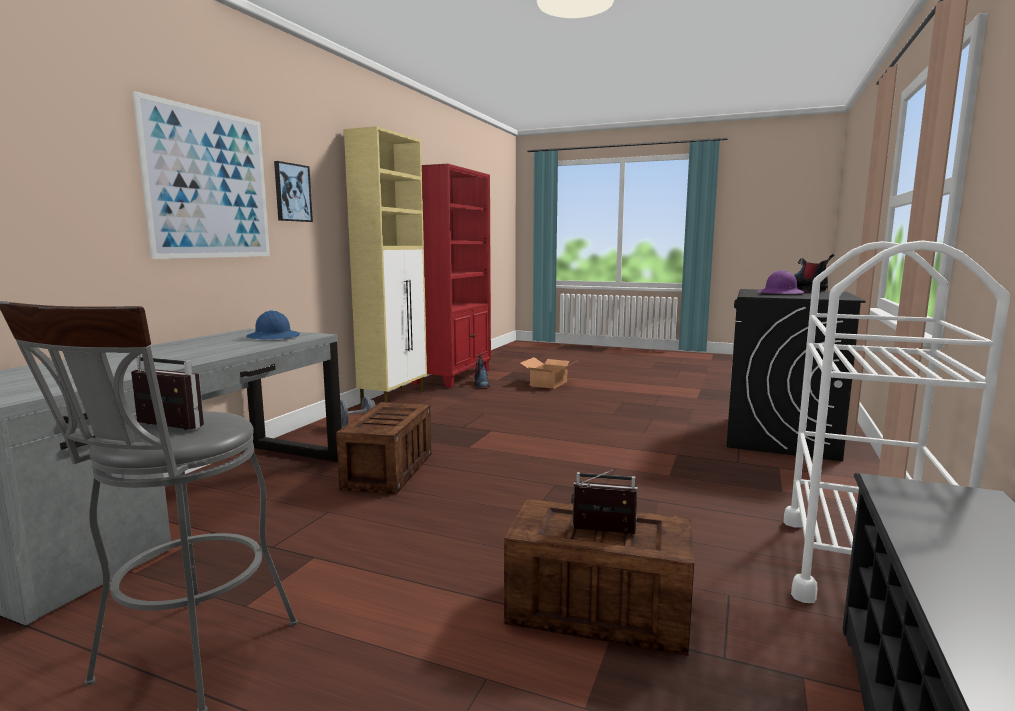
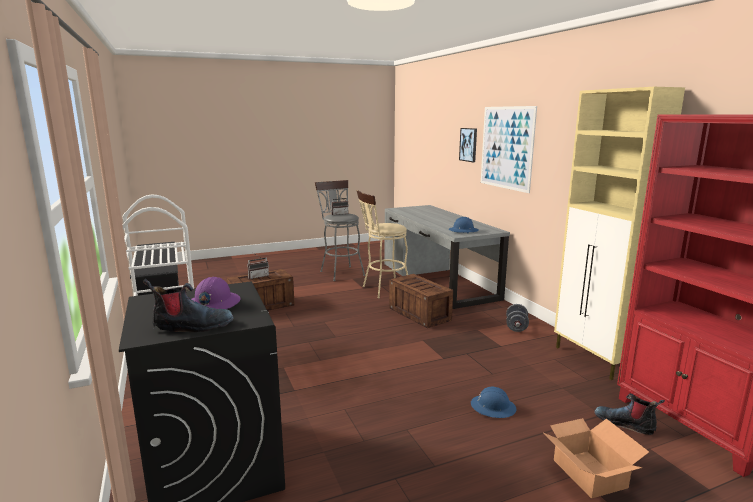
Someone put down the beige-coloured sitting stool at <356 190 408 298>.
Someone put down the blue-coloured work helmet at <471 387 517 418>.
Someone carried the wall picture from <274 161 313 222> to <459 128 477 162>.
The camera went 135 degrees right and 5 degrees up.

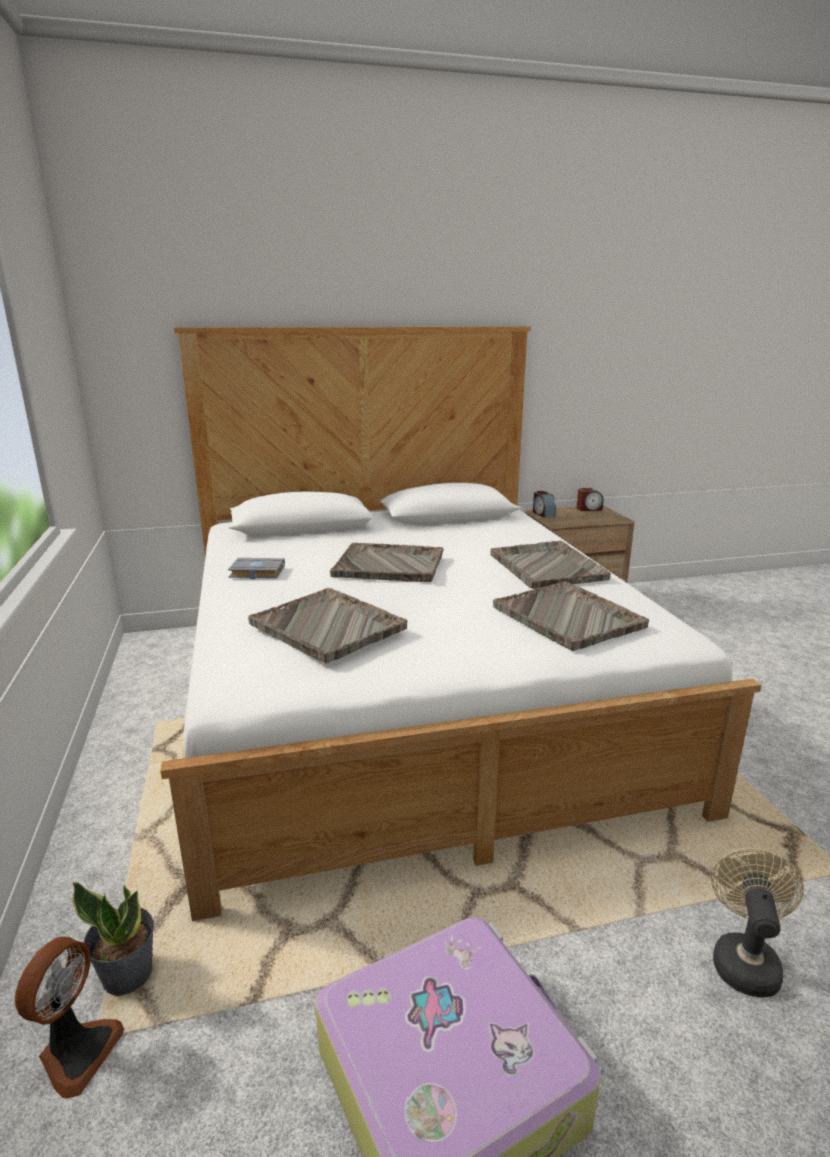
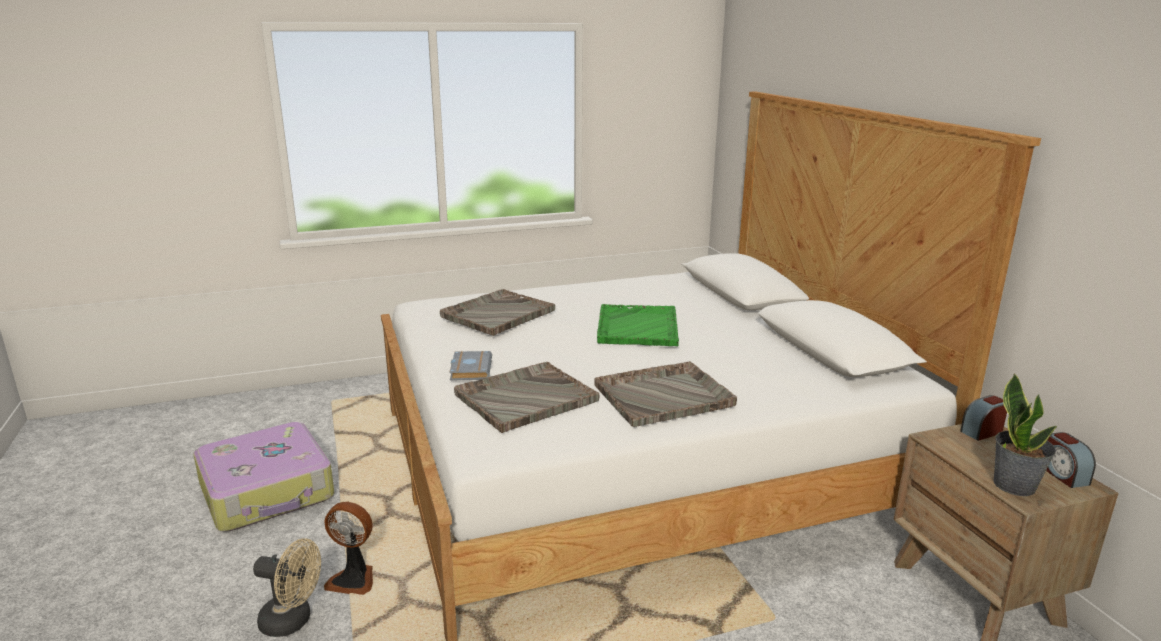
Someone carried the cooling fan from <15 937 125 1099> to <324 502 373 595>.
Someone carried the potted plant from <73 882 154 996> to <993 373 1057 496>.
Someone carried the grey book from <228 558 285 579> to <449 351 492 380>.
Someone repainted the grey serving tray at <330 543 444 582>, which became the green serving tray at <597 304 679 346>.
The camera went 85 degrees right and 0 degrees up.

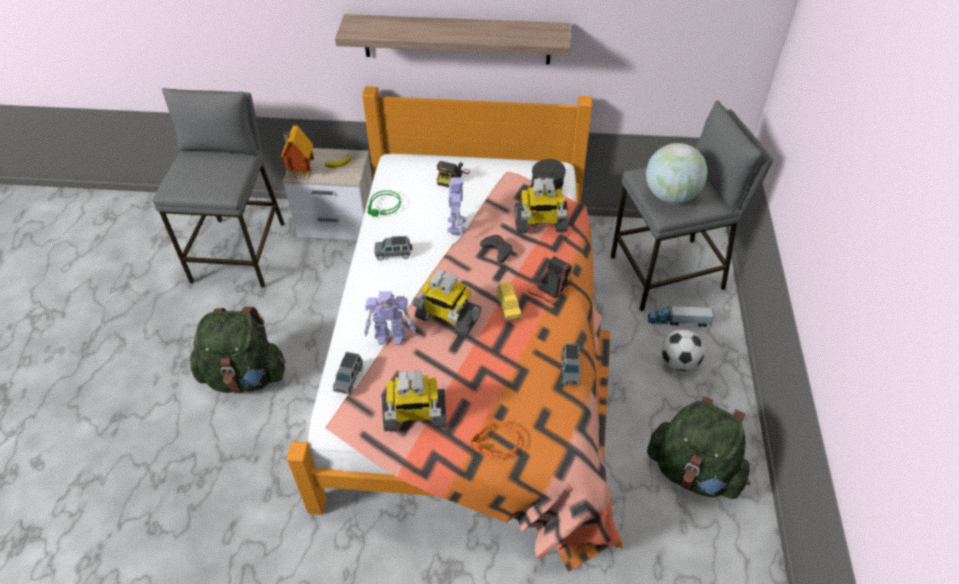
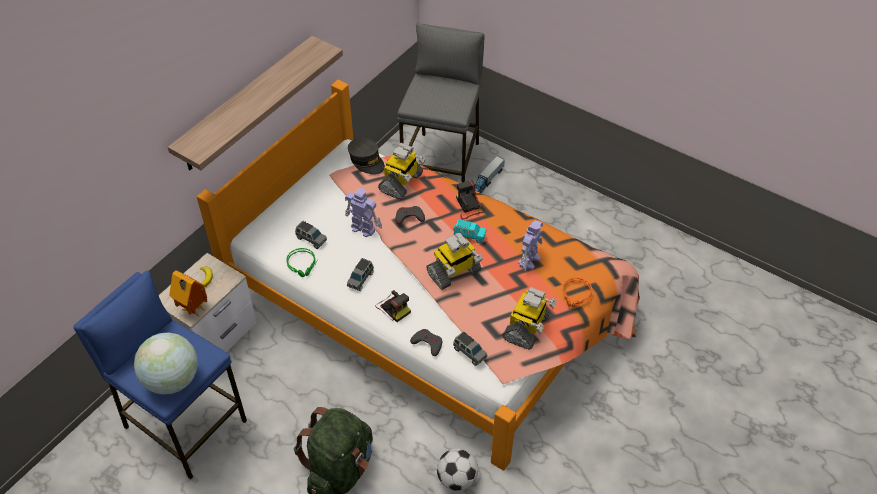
Someone took away the green backpack at <647 397 750 499>.
Someone put down the grey joypad at <410 329 442 356>.
Someone carried the robot figure from <364 291 416 345> to <518 220 543 271>.
Someone carried the photo camera from <437 161 470 187> to <375 290 411 322>.
Someone carried the grey miniature car from <561 344 581 385> to <295 221 327 249>.
Someone carried the globe from <646 143 708 203> to <134 333 198 395>.
Someone carried the ball for football from <661 329 705 371> to <437 448 478 491>.
Someone repainted the grey sitting stool at <153 88 285 288>, which became the blue-coloured sitting stool at <73 271 247 479>.
Someone repainted the yellow-coloured miniature car at <497 282 522 321>, which became the blue-green miniature car at <453 219 486 244>.
The camera went 60 degrees left and 0 degrees up.

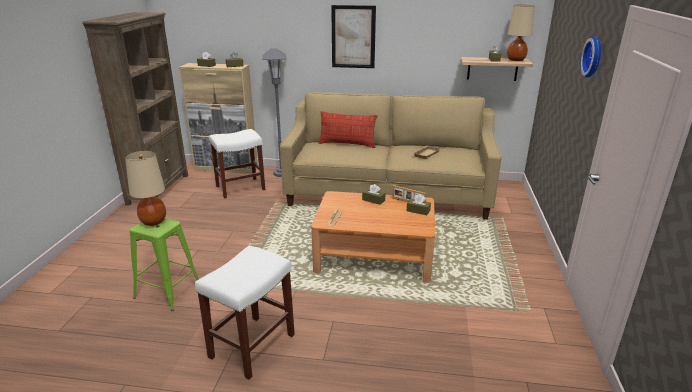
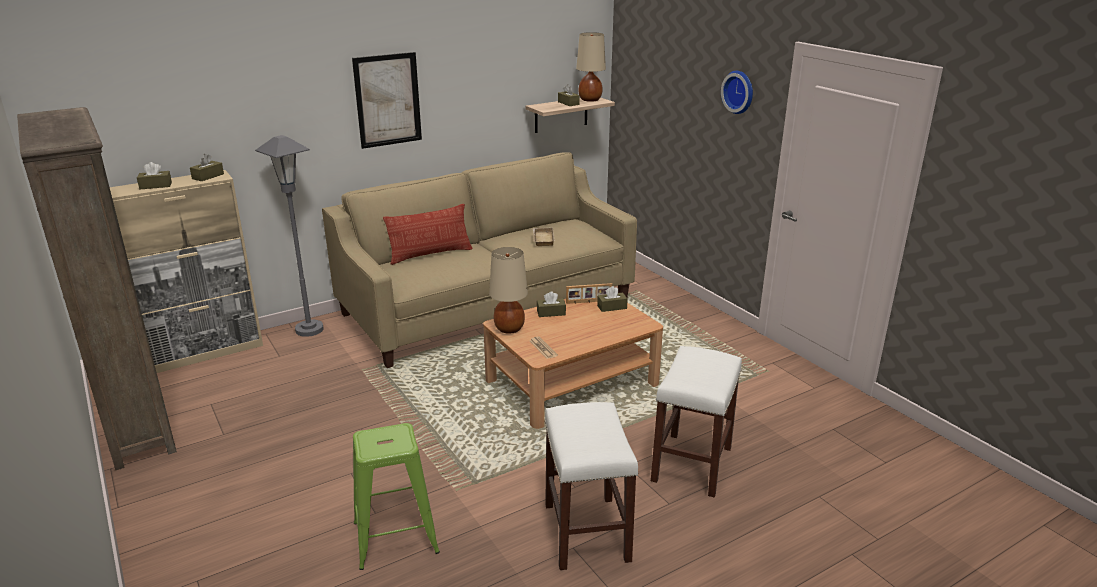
Someone carried the beige-coloured tabletop lamp from <125 151 166 226> to <489 247 528 334>.
Someone carried the white-coloured sitting stool from <209 129 265 198> to <651 346 742 498>.
The camera went 40 degrees left and 0 degrees up.

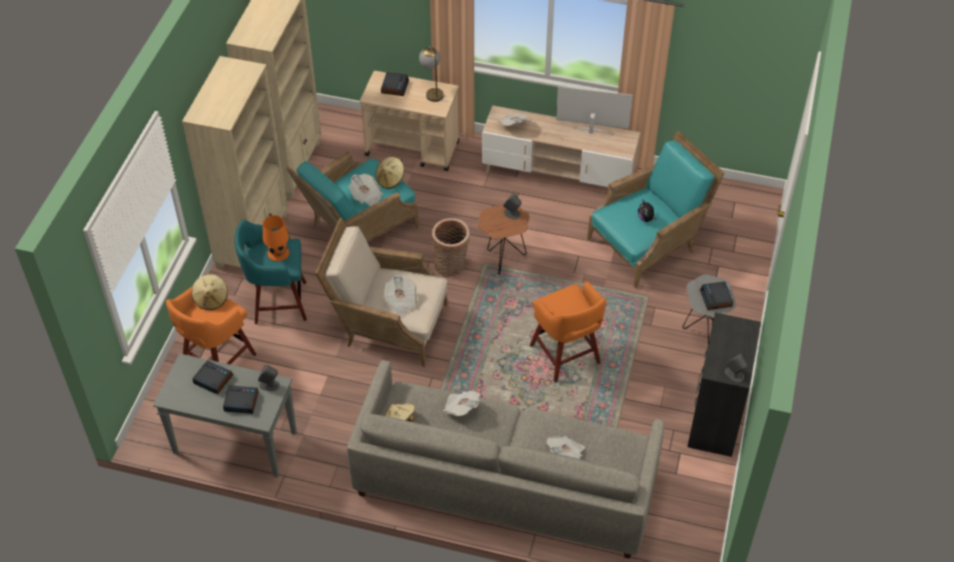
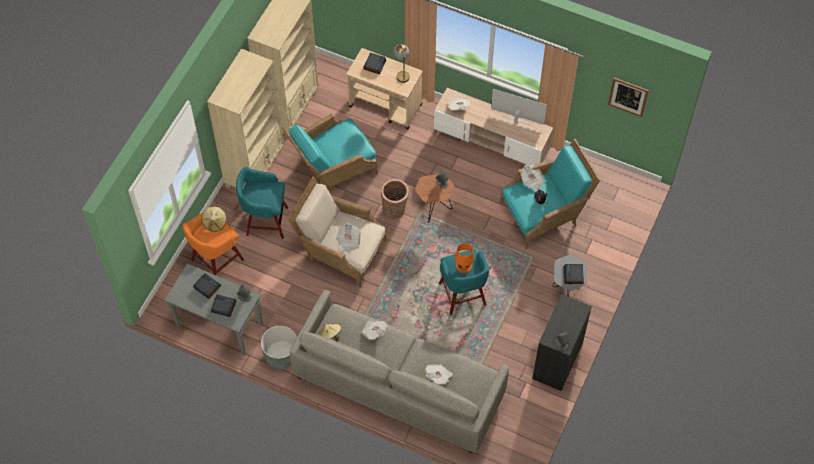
Someone took away the beige-coloured clothing hat at <376 157 404 189>.
Someone put down the grey flower pot at <261 326 297 370>.
Someone put up the wall picture at <608 78 649 117>.
Someone carried the orangey tabletop lamp from <263 215 289 261> to <455 243 474 273>.
Someone carried the newspaper from <349 174 383 206> to <521 165 545 192>.
Someone repainted the orangey sitting stool at <530 281 606 383>, which became the blue-green sitting stool at <439 249 489 315>.
The camera went 10 degrees right and 10 degrees up.

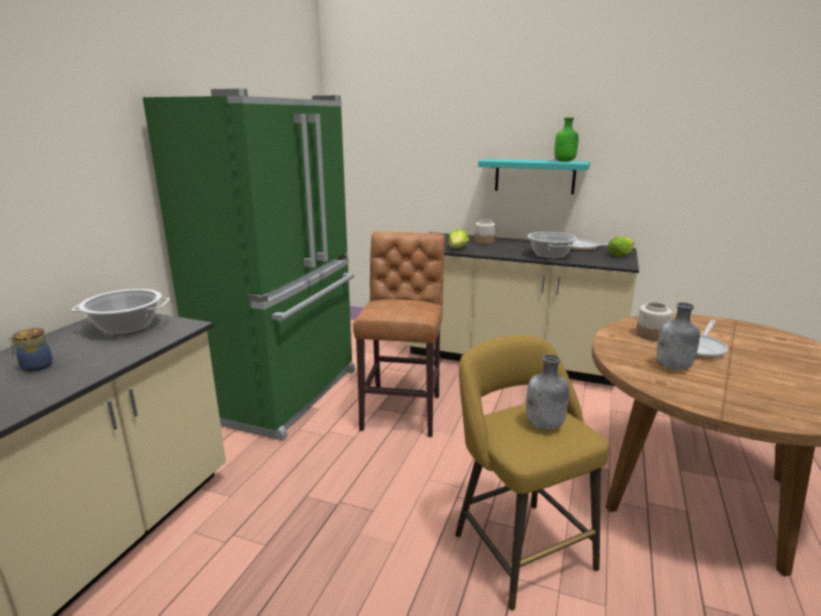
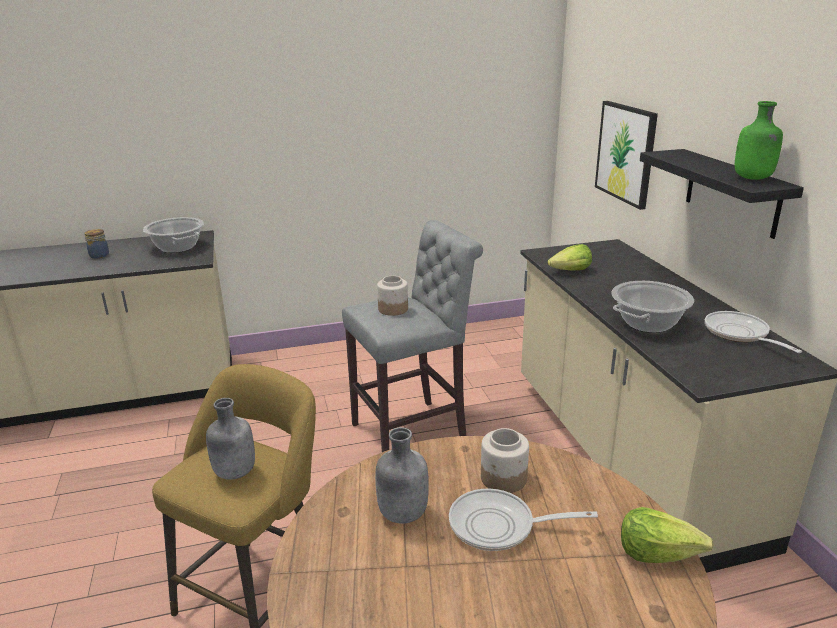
Someone took away the green fridge at <143 89 355 441>.
Someone put up the wall picture at <595 101 658 210>.
Someone carried the preserve jar from <475 220 495 244> to <377 276 408 316>.
Someone carried the lettuce head from <608 237 634 257> to <621 507 714 563>.
Someone repainted the brown sitting stool at <353 231 445 437>, which became the grey sitting stool at <342 220 483 452>.
Someone repainted the blue-green wall shelf at <478 159 590 194>, which became the blackish wall shelf at <640 149 804 239>.
The camera went 55 degrees right and 5 degrees up.

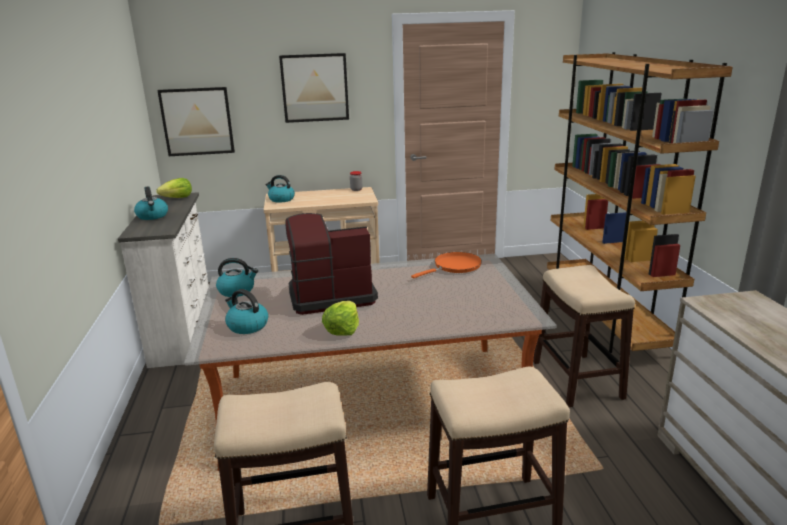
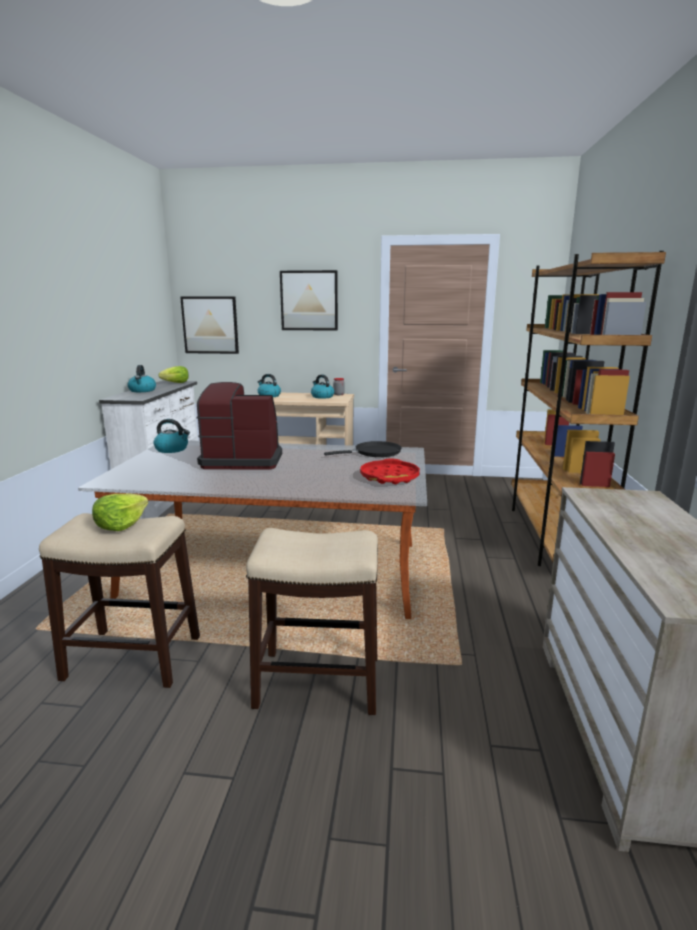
Someone took away the sitting stool at <533 265 635 407>.
Someone put down the red serving tray at <360 459 420 484>.
Someone carried the kettle from <225 289 268 334> to <311 375 334 399>.
Someone carried the lettuce head from <322 301 359 336> to <92 494 148 531>.
Someone repainted the orangey pan at <411 252 482 278>, which became the blackish pan at <324 441 401 457>.
The camera went 15 degrees right and 5 degrees down.

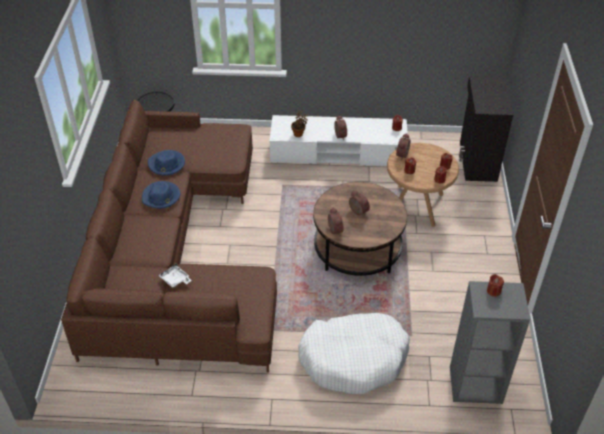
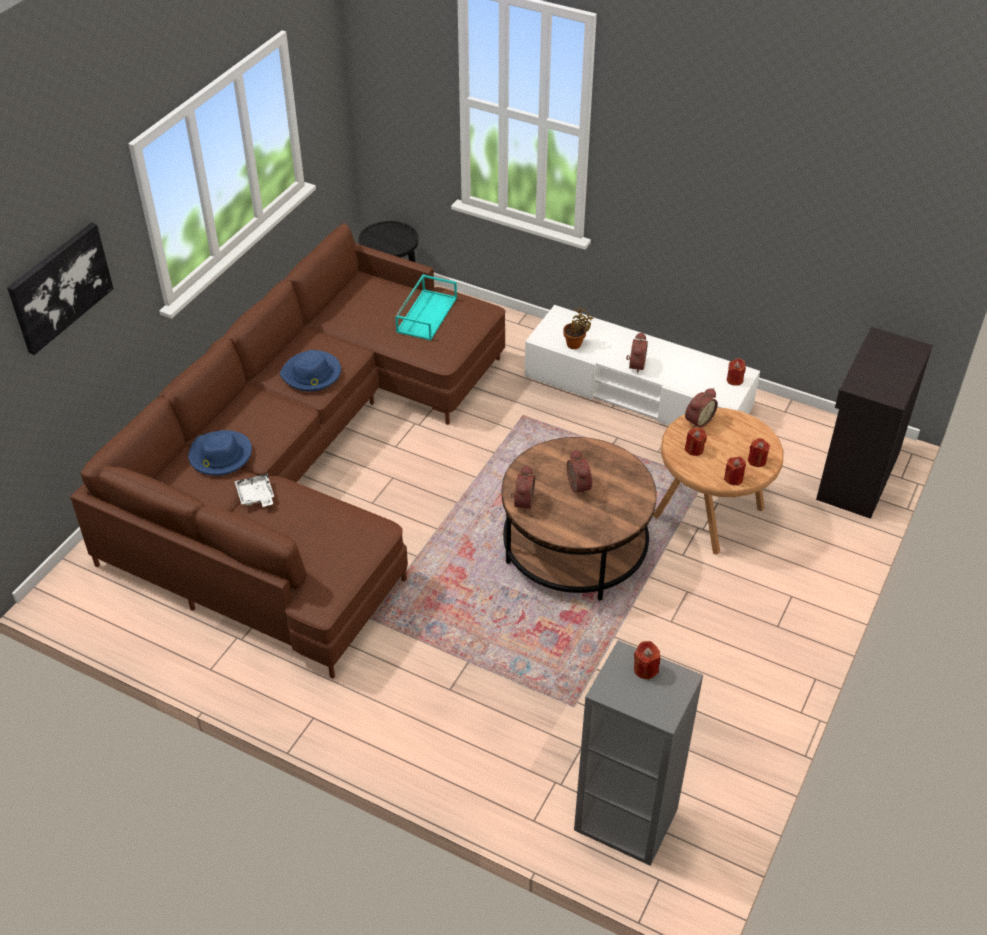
Someone took away the white-coloured dog cushion at <298 313 410 394>.
Someone put up the wall picture at <7 223 114 355>.
Someone put down the blue-green serving tray at <395 274 457 341>.
Someone carried the blue-coloured clothing hat from <148 150 185 176> to <188 430 252 476>.
The camera went 25 degrees right and 0 degrees up.

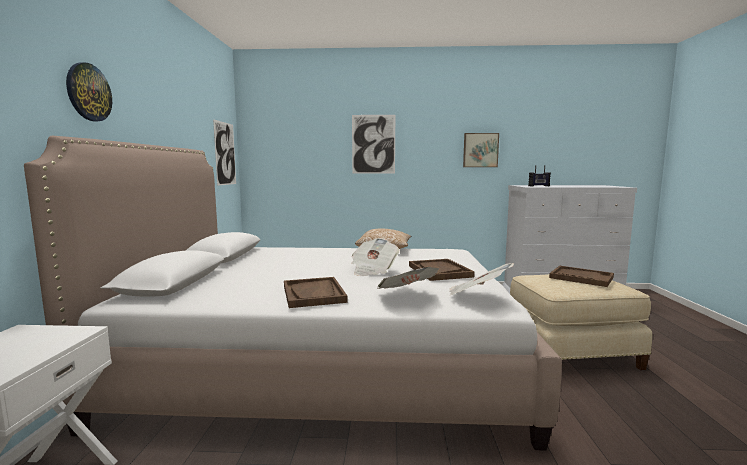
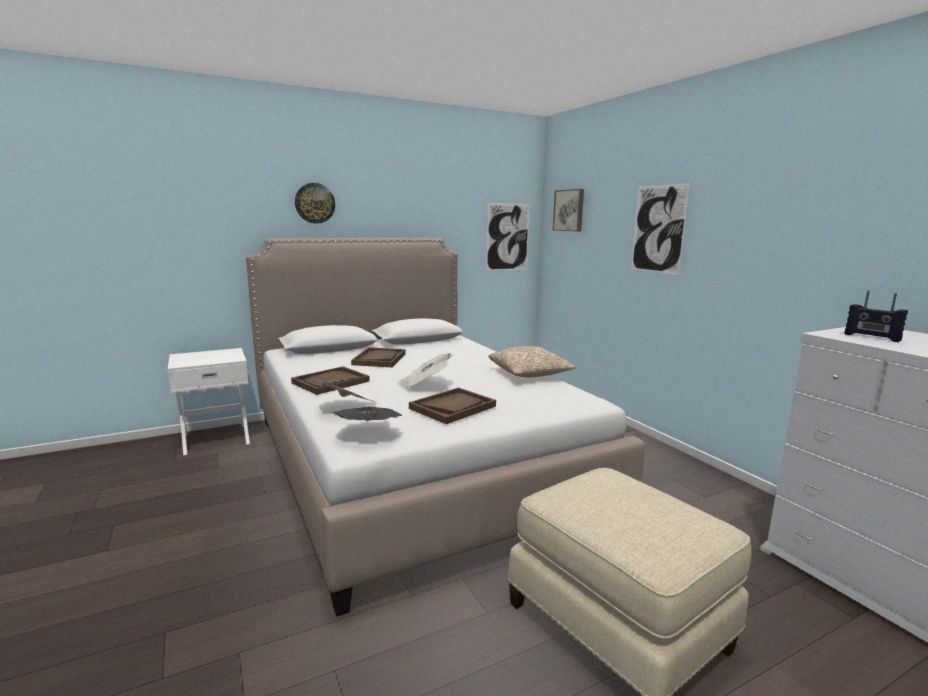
Someone carried the wall picture from <463 133 499 167> to <553 189 584 231>.
Someone carried the brown serving tray from <549 266 614 287> to <351 347 406 367>.
The camera went 60 degrees right and 5 degrees up.

